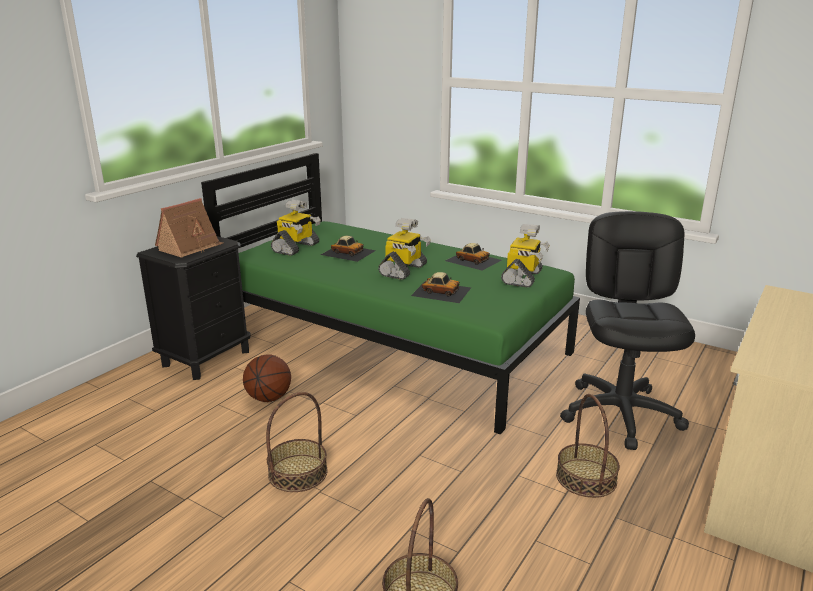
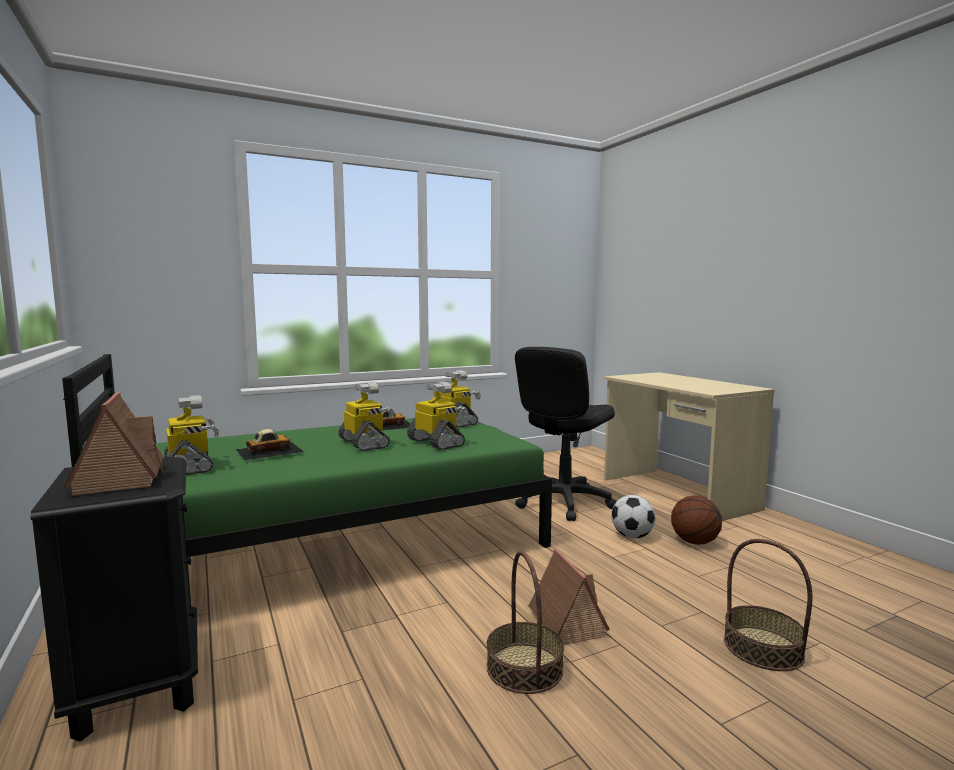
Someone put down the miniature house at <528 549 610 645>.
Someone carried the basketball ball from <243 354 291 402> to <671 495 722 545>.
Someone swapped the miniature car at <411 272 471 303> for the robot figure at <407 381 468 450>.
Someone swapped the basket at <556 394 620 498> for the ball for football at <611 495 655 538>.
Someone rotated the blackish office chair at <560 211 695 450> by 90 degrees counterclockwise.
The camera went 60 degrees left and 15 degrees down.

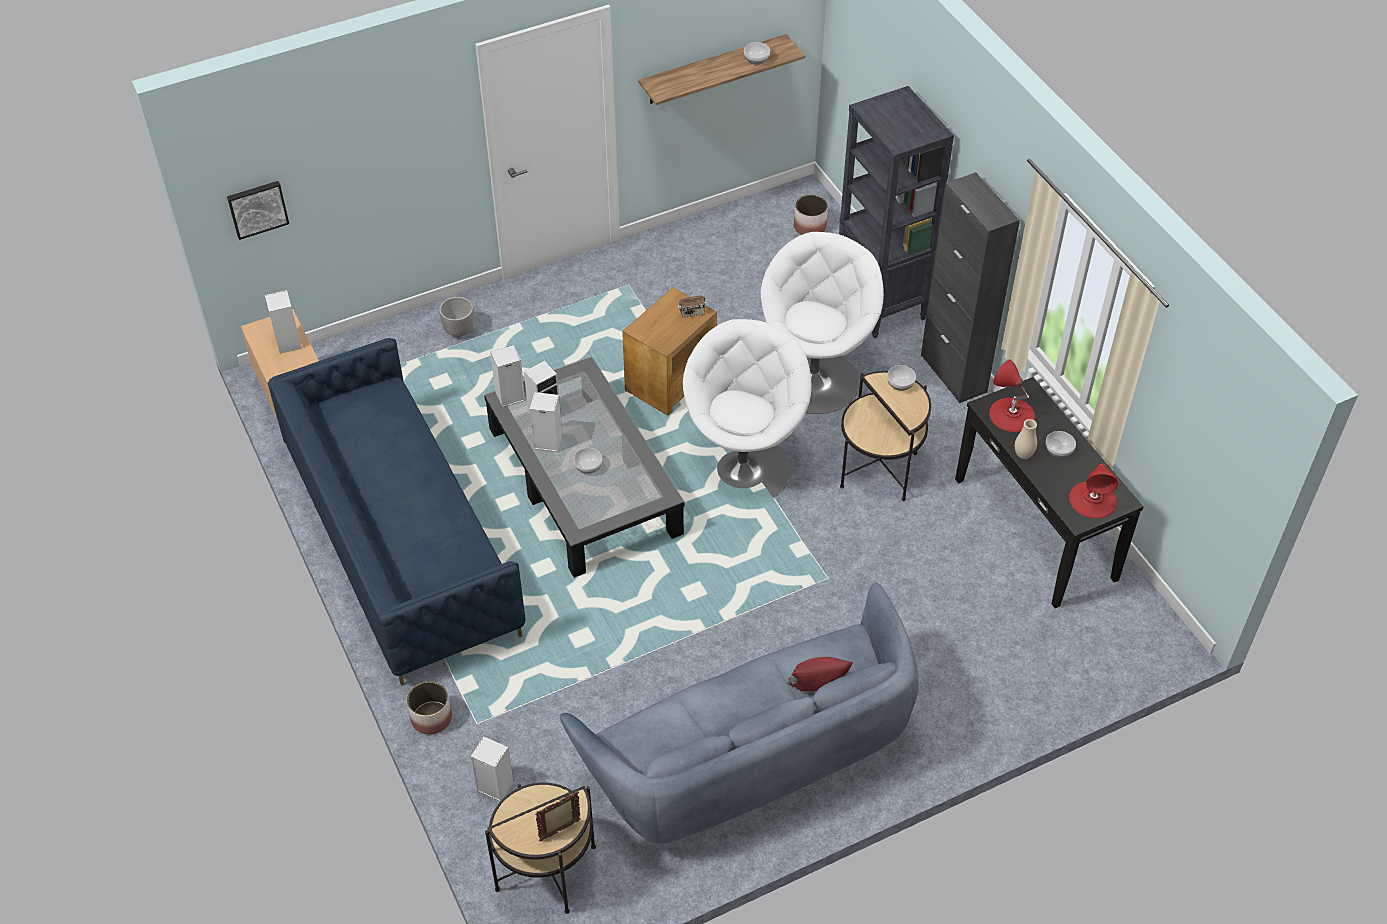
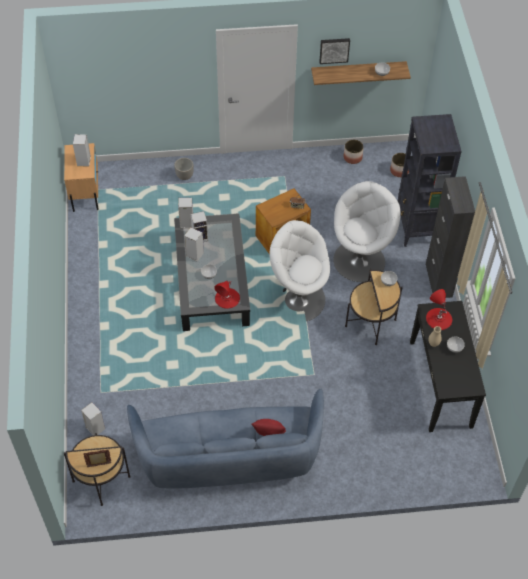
Someone took away the blue-coloured couch at <268 338 526 686>.
Someone carried the wall picture from <227 181 289 240> to <319 38 350 64>.
Someone carried the flower pot from <407 681 452 735> to <344 140 364 164>.
Someone carried the red tabletop lamp from <1069 463 1118 519> to <214 281 240 309>.
Someone rotated the white-coloured easy chair at <683 319 811 498> by 105 degrees counterclockwise.
The camera went 20 degrees right and 5 degrees up.

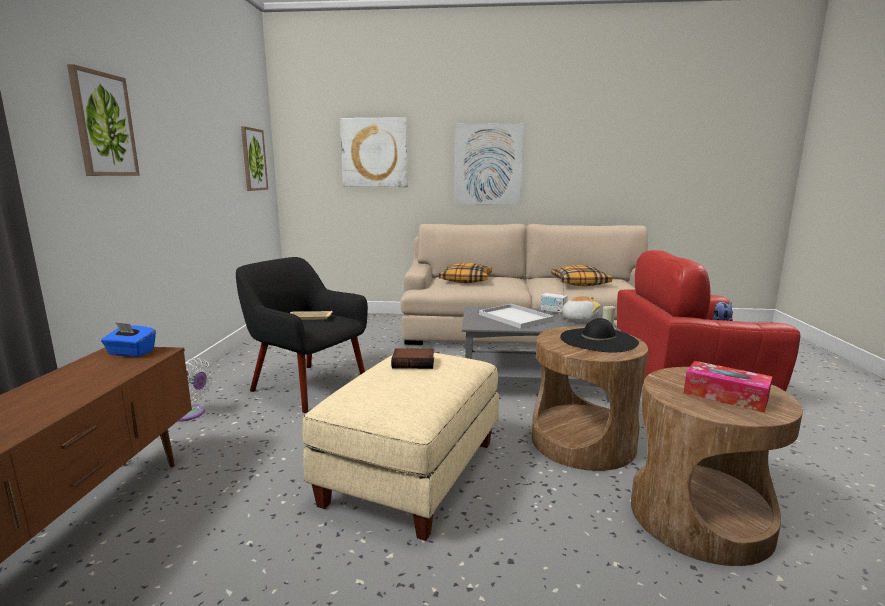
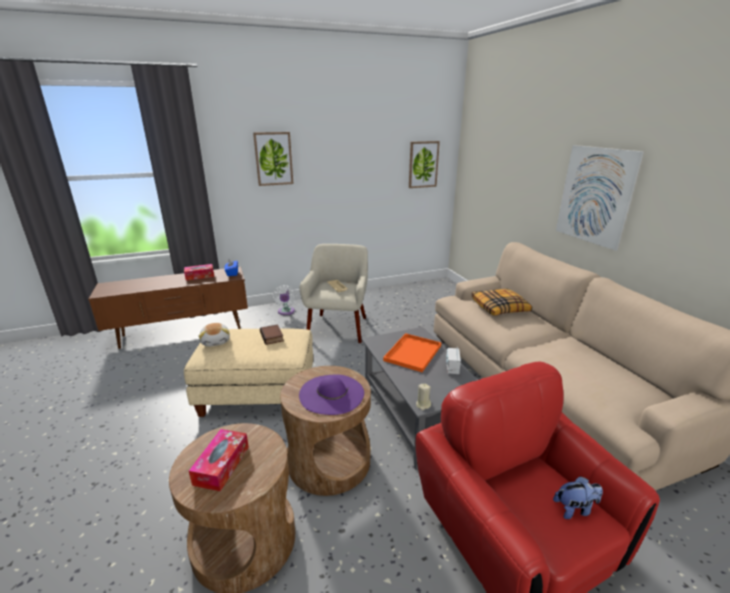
Someone took away the wall picture at <340 117 408 187>.
Someone took away the throw pillow at <552 265 612 286>.
Someone put down the tissue box at <184 264 214 281>.
Someone carried the plush toy from <558 296 601 322> to <198 323 230 347>.
Someone repainted the blackish easy chair at <236 257 368 413>, which became the beige-coloured easy chair at <300 244 368 343>.
Someone repainted the white-coloured serving tray at <479 304 554 329>, which became the orangey serving tray at <383 333 441 372>.
Someone repainted the blackish clothing hat at <560 318 639 353>, which became the purple clothing hat at <299 374 364 415>.
The camera went 65 degrees right and 10 degrees up.

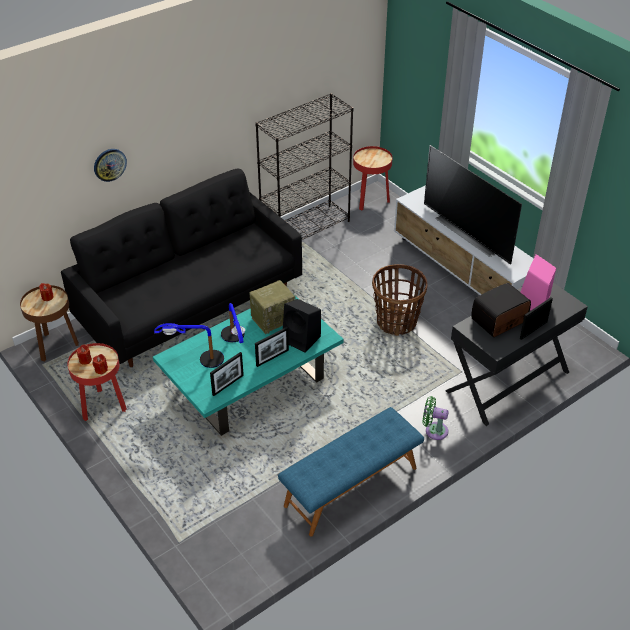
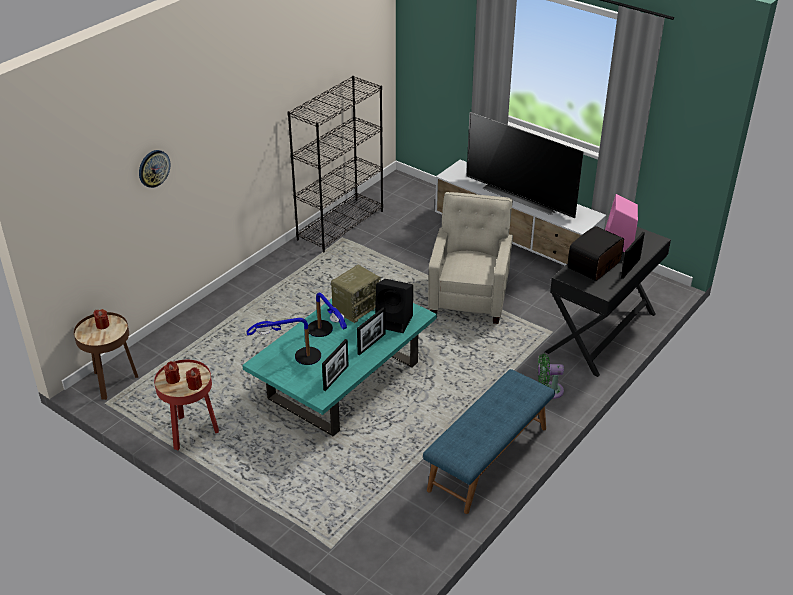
Someone took away the blackish couch at <61 169 302 367>.
Someone took away the red end table at <353 146 393 210>.
Someone swapped the basket at <372 264 428 336> for the beige-coloured easy chair at <428 192 513 324>.
The camera went 15 degrees left and 5 degrees down.

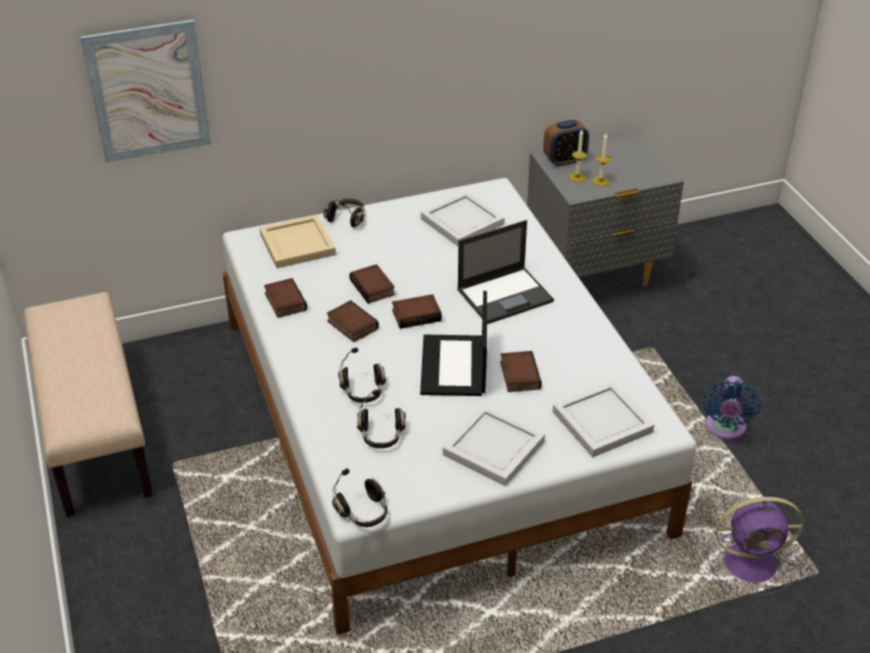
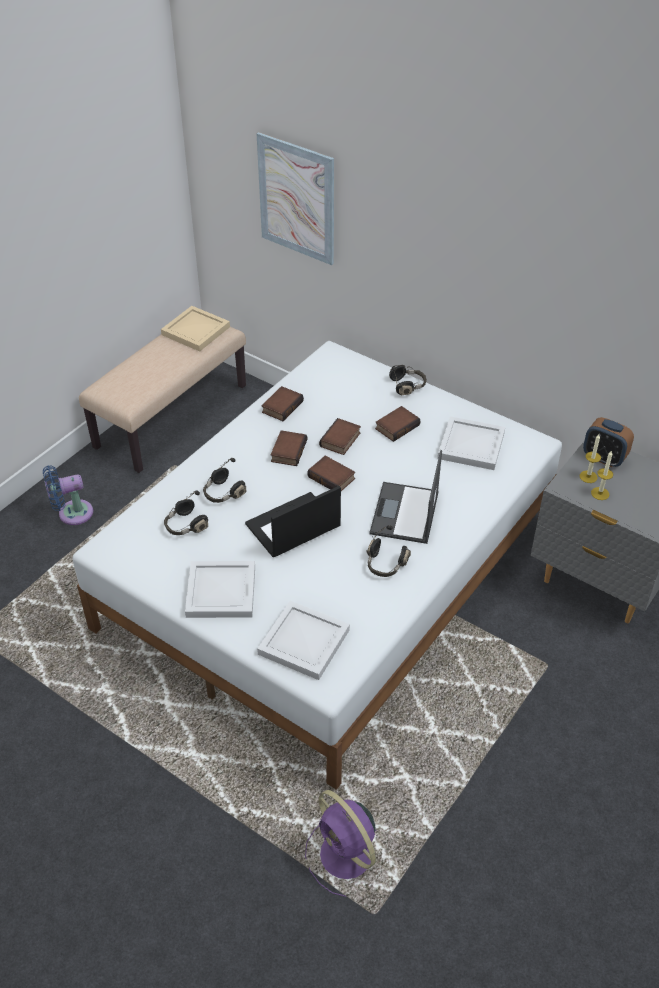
Someone carried the beige-coloured serving tray from <259 215 336 268> to <161 306 230 352>.
Someone carried the blackish headset from <332 468 387 527> to <366 525 411 577>.
Someone carried the book from <500 351 542 392> to <375 406 420 442>.
Someone carried the blue-coloured cooling fan from <703 376 760 440> to <43 465 93 525>.
Someone rotated the notebook computer at <457 220 554 324> by 75 degrees clockwise.
The camera went 55 degrees right and 5 degrees up.

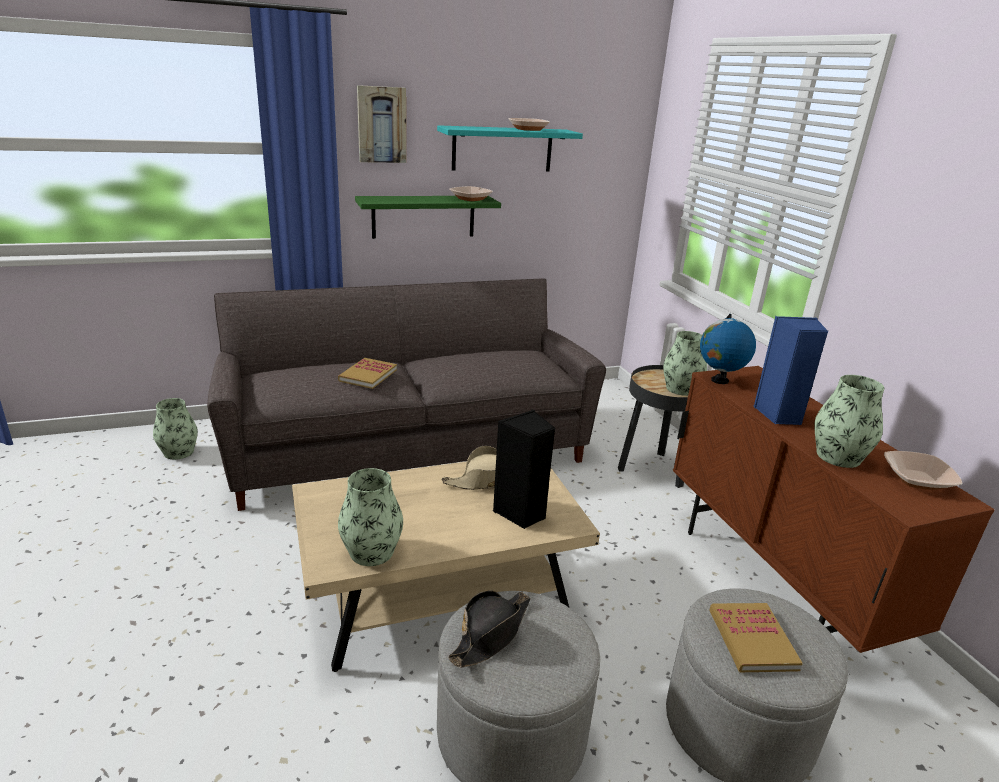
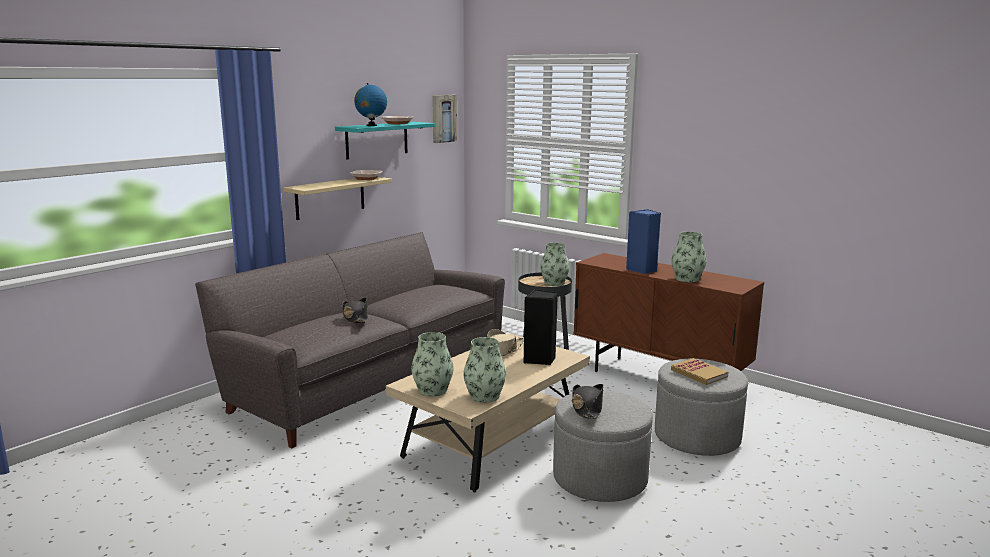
Someone took away the bowl at <884 451 962 490>.
Someone carried the decorative vase from <153 398 198 460> to <411 332 454 397>.
Someone carried the wall picture from <357 85 406 163> to <432 95 457 143>.
Someone carried the globe from <700 314 756 384> to <354 83 387 126>.
Someone swapped the book at <338 358 397 389> for the blackish clothing hat at <343 297 368 323>.
Someone repainted the green wall shelf at <355 196 501 239>, which became the beige-coloured wall shelf at <283 177 392 220>.
The camera went 30 degrees left and 10 degrees down.

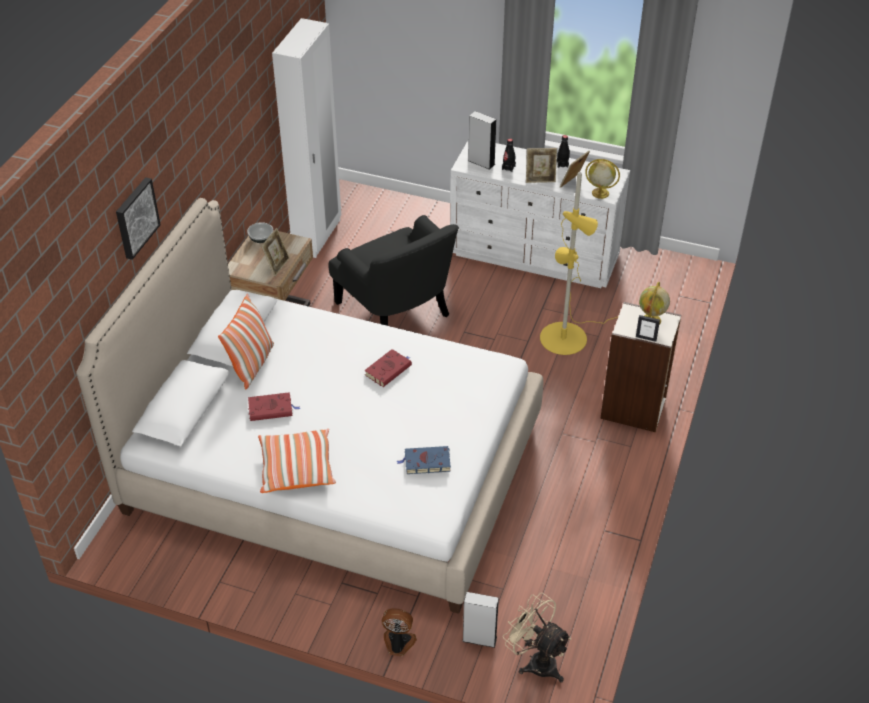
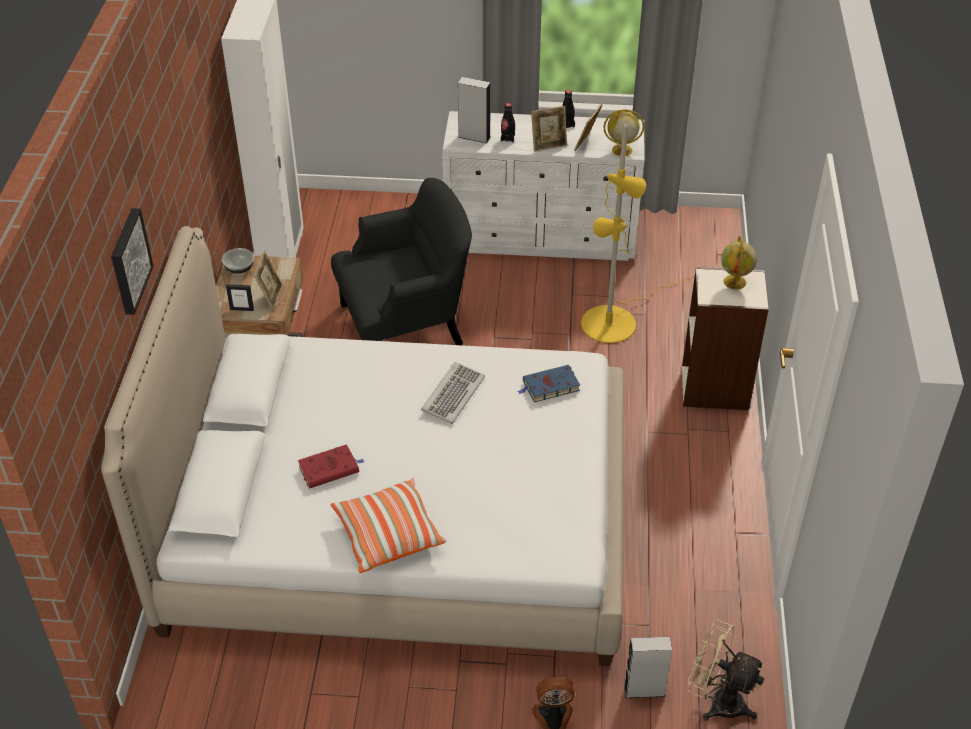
Someone took away the throw pillow at <218 294 274 389>.
Someone carried the blue-coloured book from <397 446 451 474> to <518 365 580 402>.
Someone carried the photo frame from <636 315 660 342> to <226 284 254 311>.
Someone swapped the red book at <364 349 412 387> for the keyboard at <421 362 485 424>.
Someone rotated the blackish easy chair at <328 215 459 326> by 60 degrees counterclockwise.
The camera went 15 degrees left and 0 degrees up.

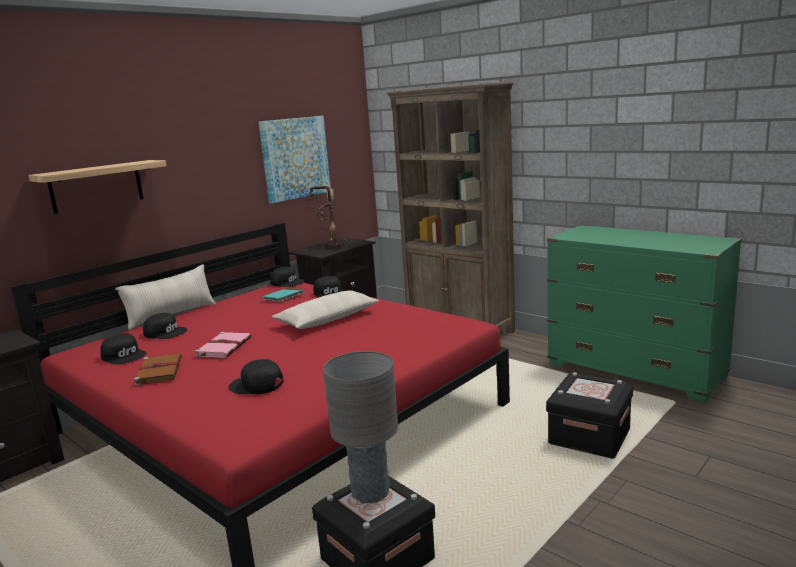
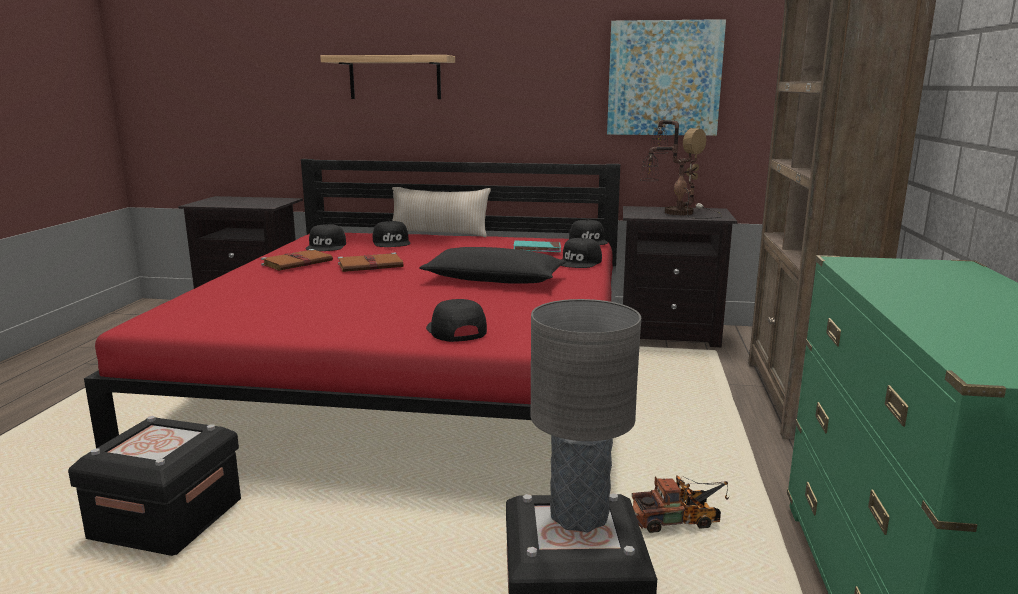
Someone put down the model truck at <632 475 729 533>.
Someone carried the blackish baseball cap from <229 359 284 394> to <426 299 487 342>.
Someone carried the grey tabletop lamp from <323 351 398 504> to <531 299 641 533>.
Someone repainted the pinkish book at <195 332 251 358>, which became the brown book at <338 253 403 272>.
Someone repainted the beige-coloured throw pillow at <272 290 379 329>, which became the blackish throw pillow at <419 247 566 284>.
The camera went 55 degrees right and 0 degrees up.

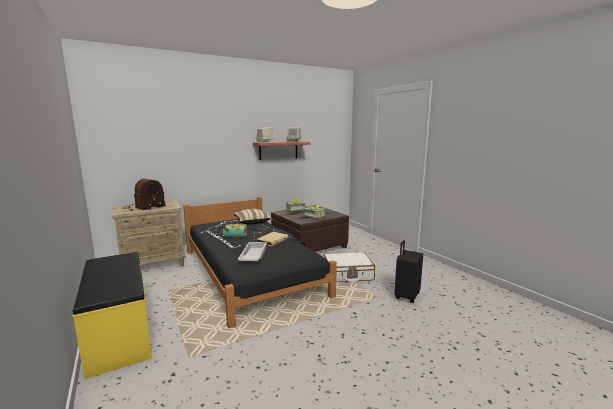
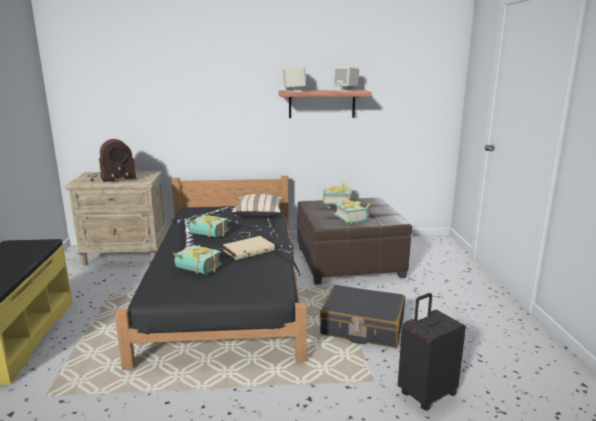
Someone swapped the white-coloured serving tray at <238 242 267 261> for the book at <173 245 222 275>.
Someone repainted the white-coloured suitcase at <323 252 375 283>, which became the blackish suitcase at <320 285 405 348>.
The camera went 25 degrees right and 5 degrees up.

